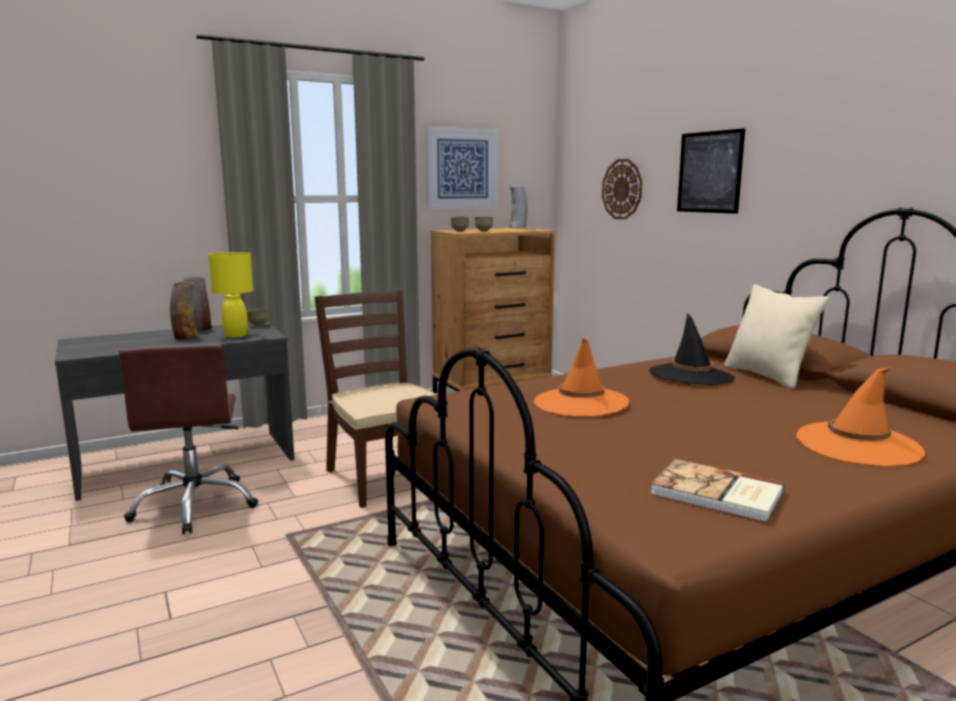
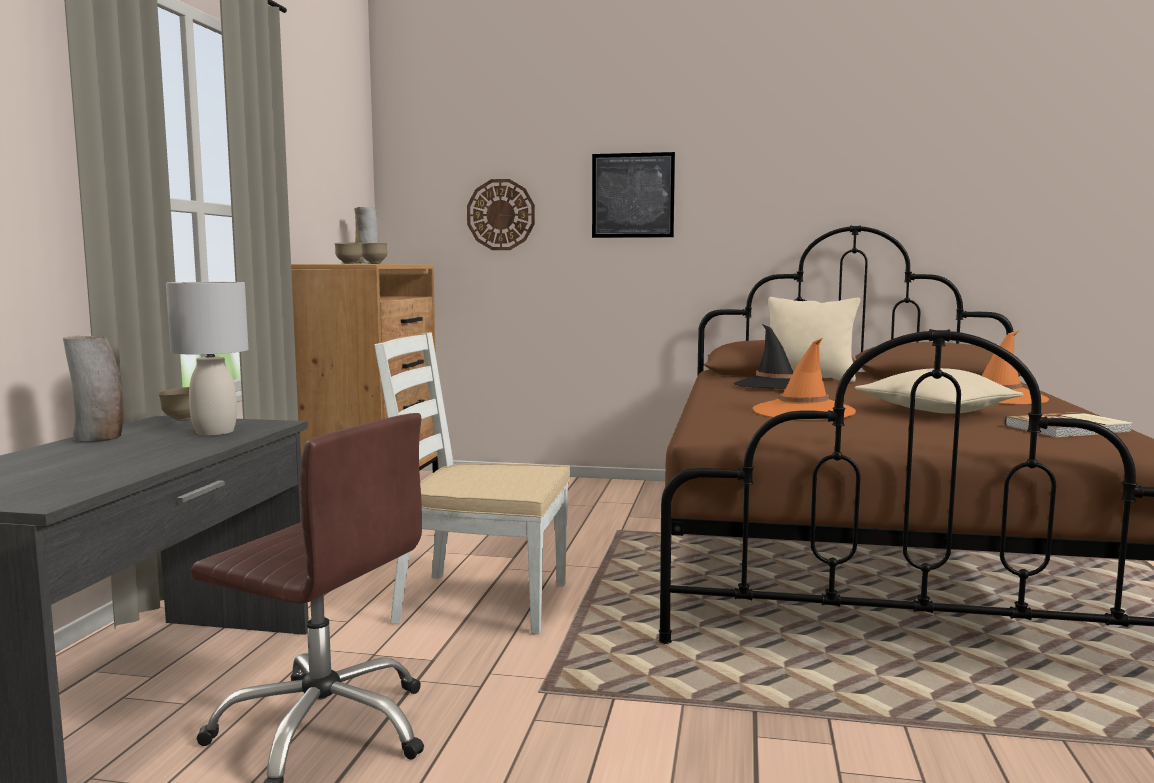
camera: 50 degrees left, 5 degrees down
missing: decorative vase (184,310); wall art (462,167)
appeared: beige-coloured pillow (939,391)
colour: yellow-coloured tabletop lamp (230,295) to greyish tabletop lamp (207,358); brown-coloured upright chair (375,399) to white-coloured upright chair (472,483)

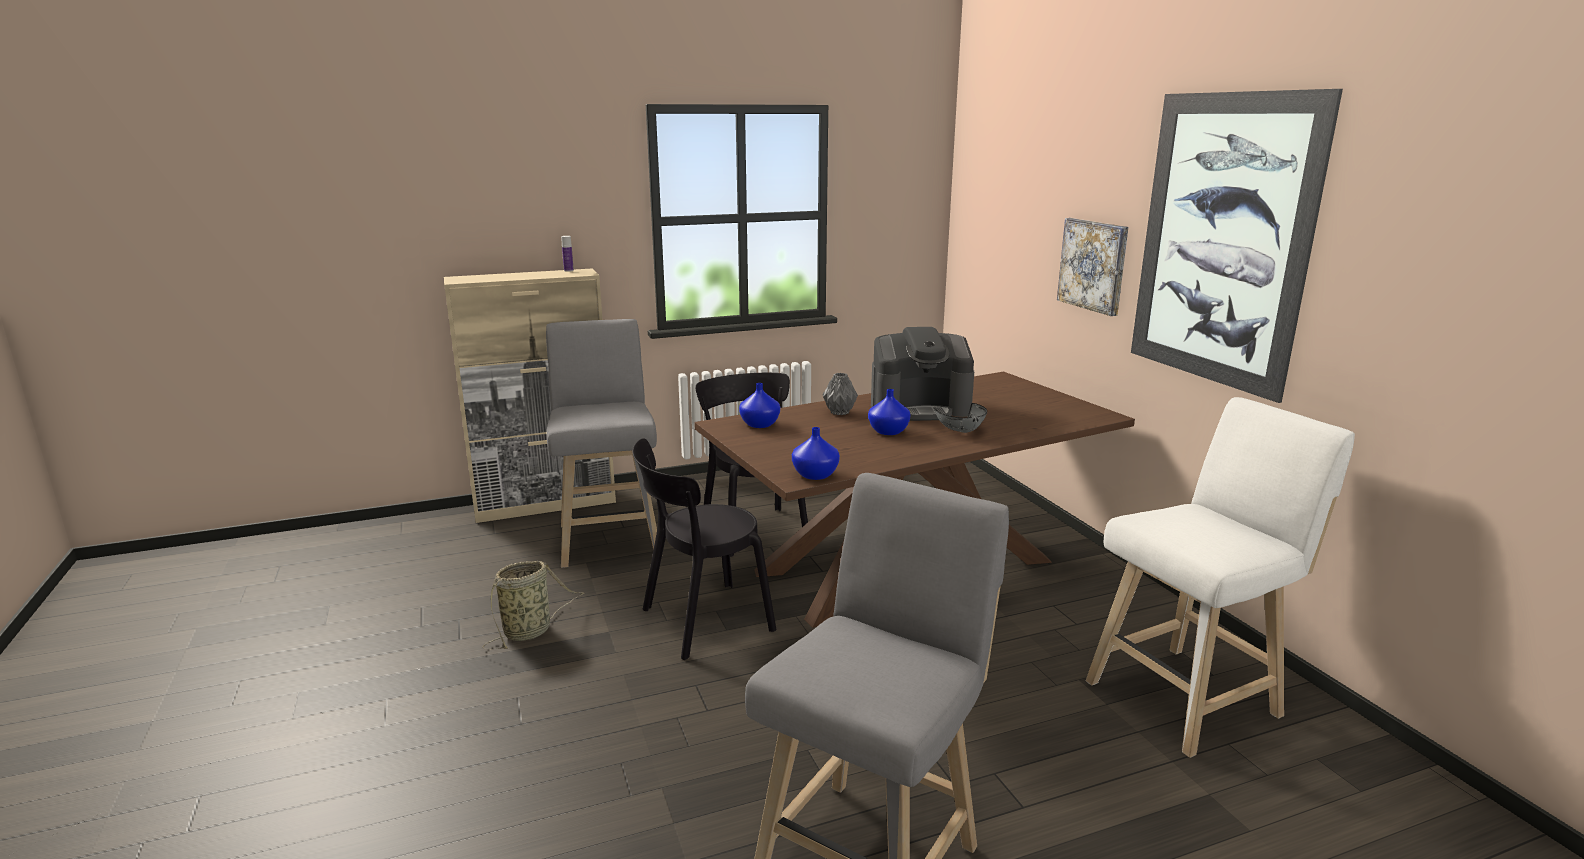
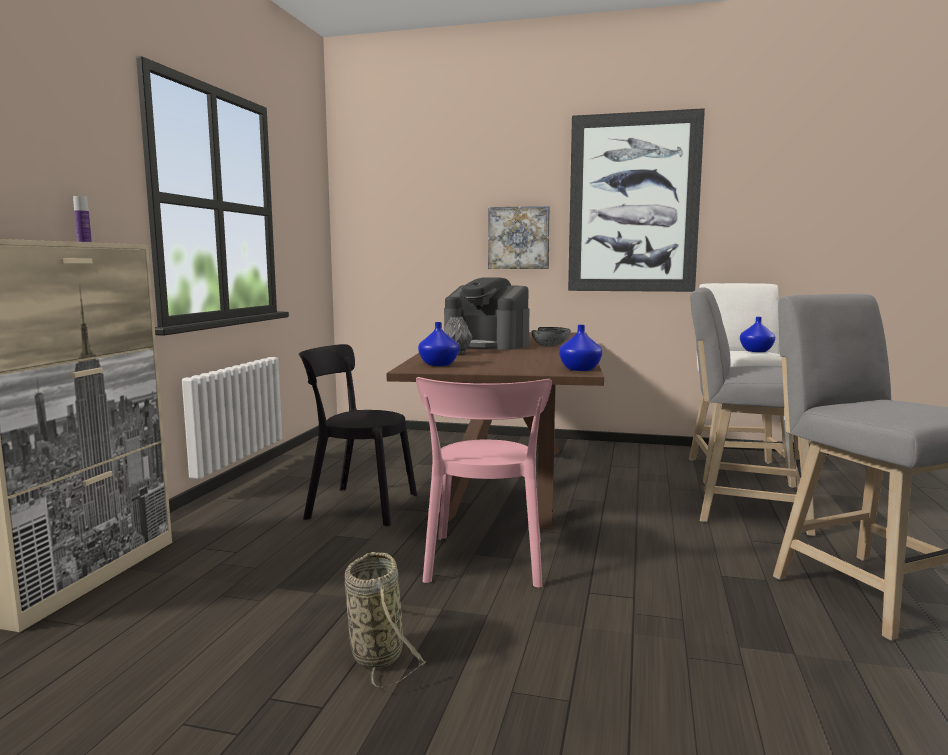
camera: 55 degrees left, 10 degrees down
relocated: greyish sitting stool (601,443) to (753,411); blue-coloured decorative vase (889,412) to (757,334)
colour: black upright chair (704,549) to pink-coloured upright chair (484,482)
spun: coffee maker (922,374) = (486,313) 90 degrees clockwise

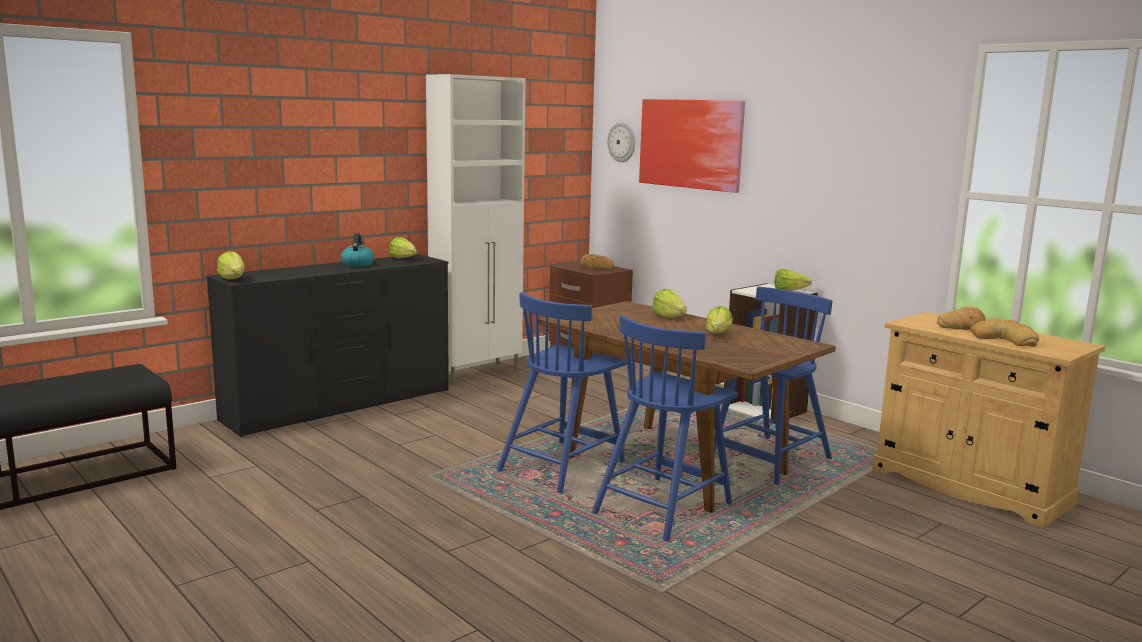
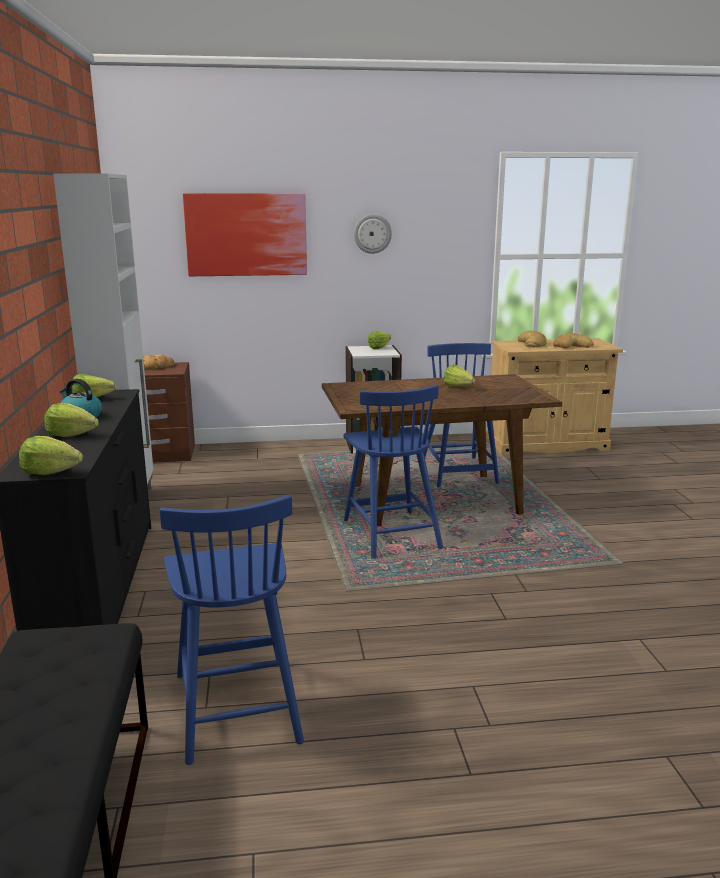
camera: 55 degrees left, 5 degrees up
relocated: blue-coloured upright chair (665,428) to (232,630); wall clock (621,142) to (373,234); lettuce (669,303) to (71,420)

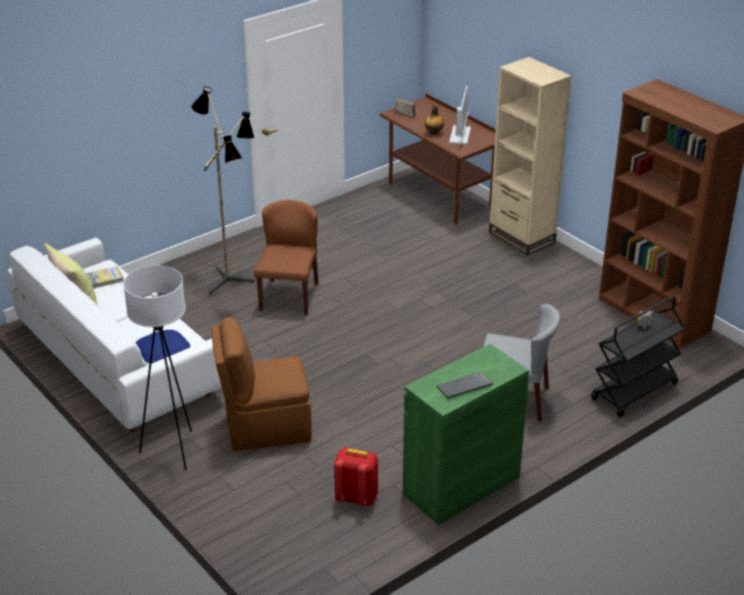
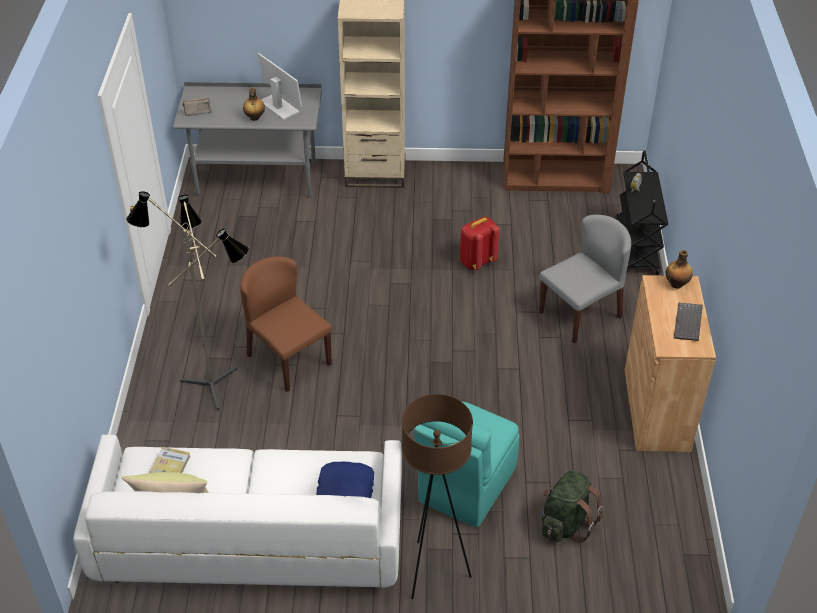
camera: 50 degrees left, 10 degrees up
appeared: green-coloured knapsack (572,506); drink bottle (679,269)
relocated: red knapsack (356,477) to (480,243)
colour: white-coloured standard lamp (157,368) to brown-coloured standard lamp (437,496); brown-coloured upright chair (261,384) to turquoise-coloured upright chair (467,465); brown-coloured desk unit (438,159) to greyish desk unit (247,140); green-coloured cabinet (466,434) to brown-coloured cabinet (670,363)

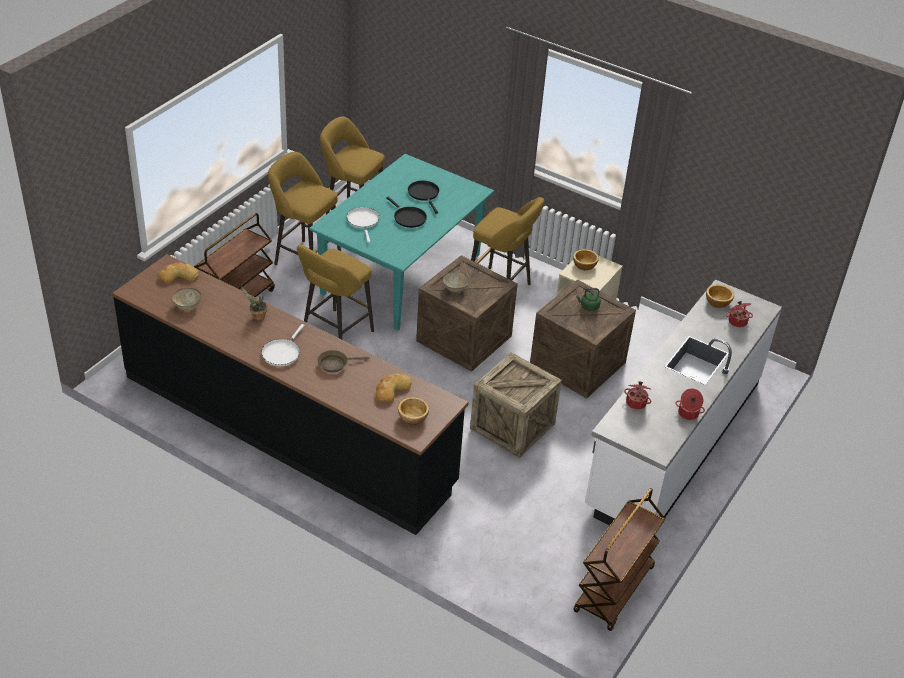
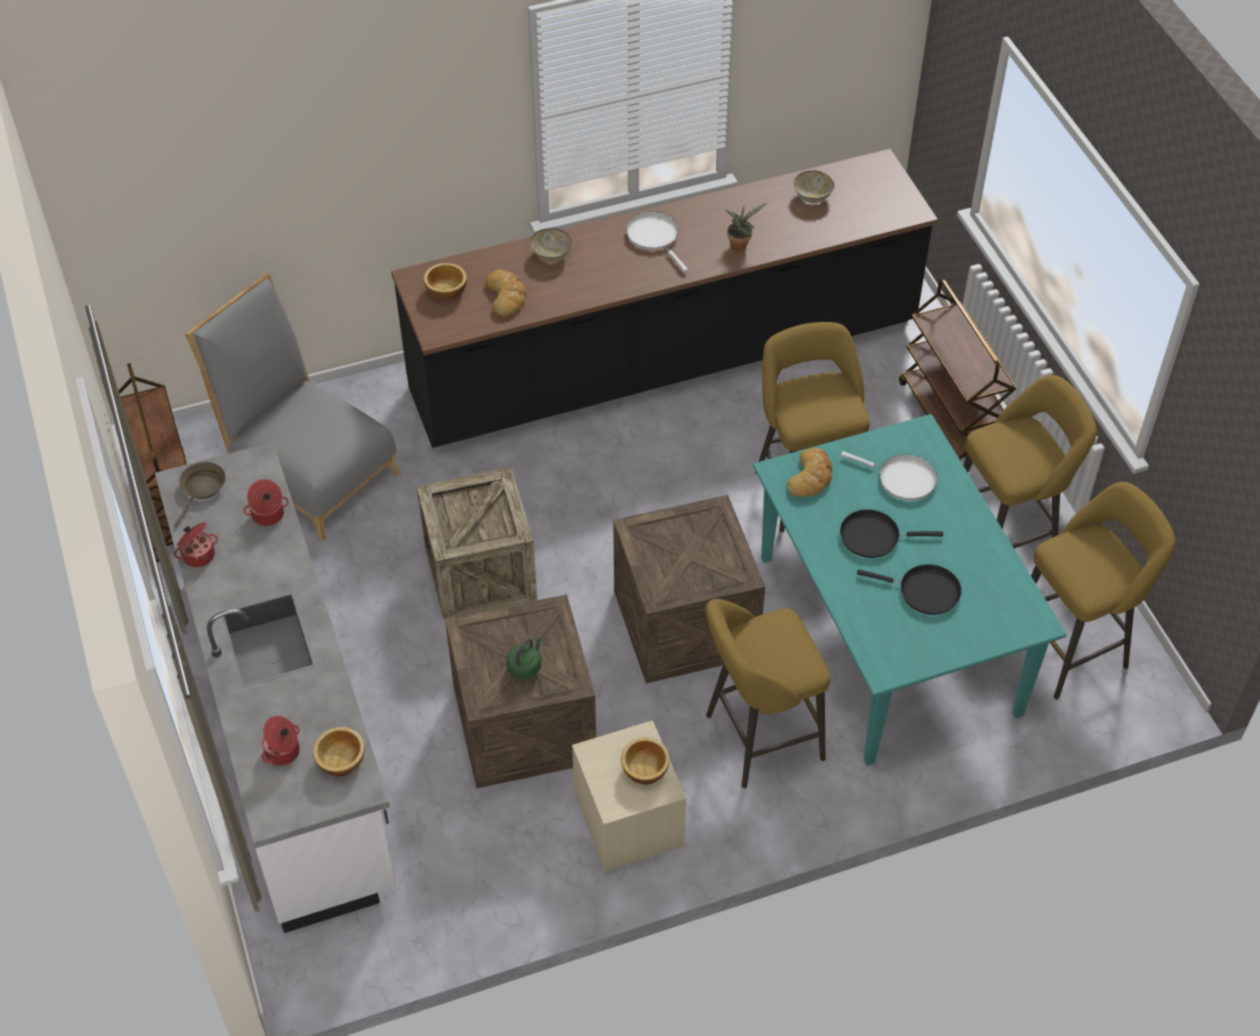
camera: 130 degrees right, 10 degrees up
appeared: greyish upright chair (293,406)
relocated: bakery bread (178,273) to (809,472); brown-coloured pan (343,361) to (200,495); serving bowl (456,282) to (551,245)

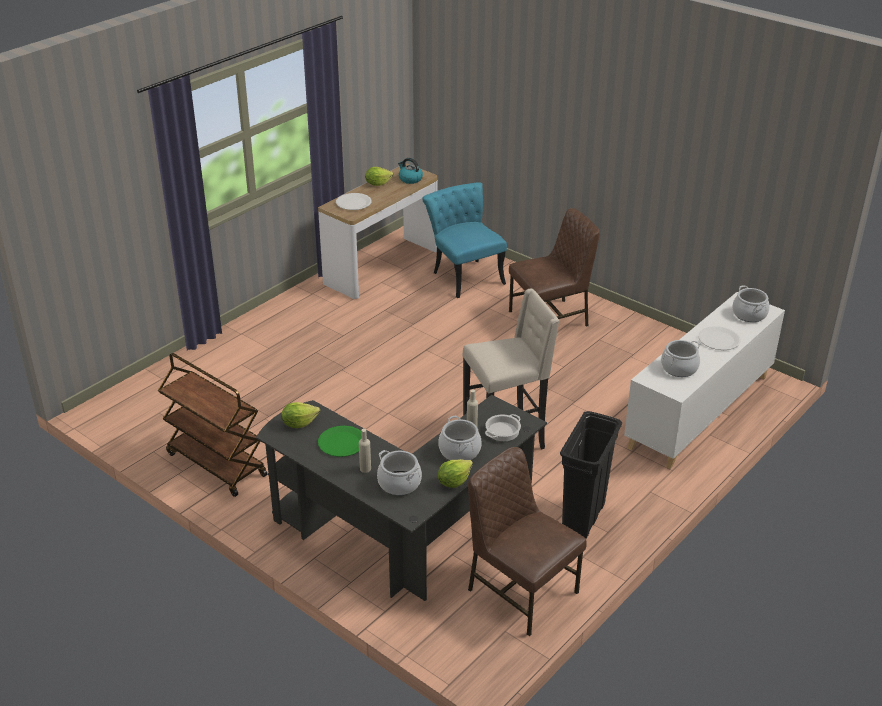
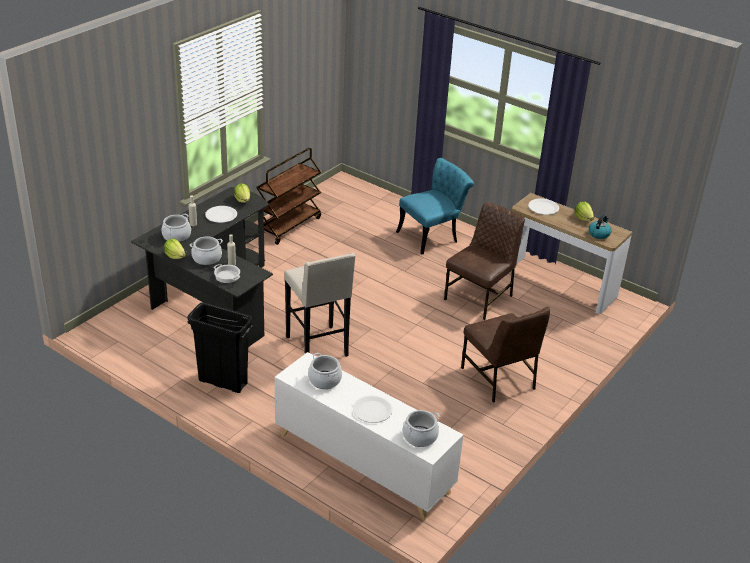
camera: 85 degrees right, 0 degrees up
relocated: turquoise-coloured upright chair (464,240) to (435,206); brown-coloured upright chair (527,541) to (484,261)
colour: green-coloured dinner plate (340,441) to white-coloured dinner plate (221,214)

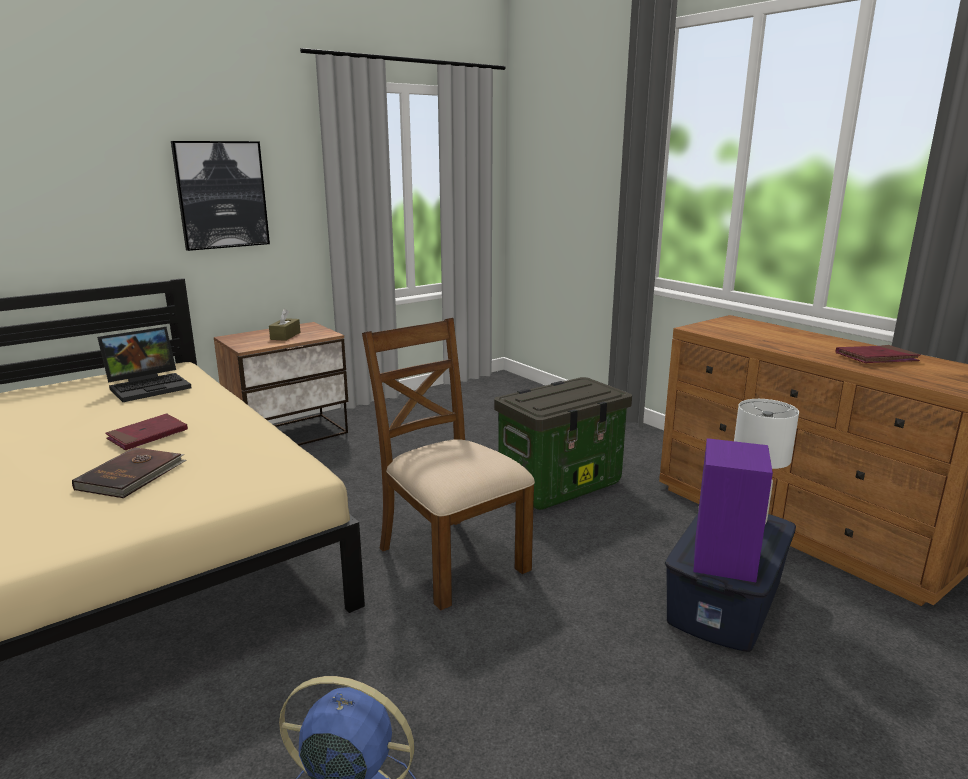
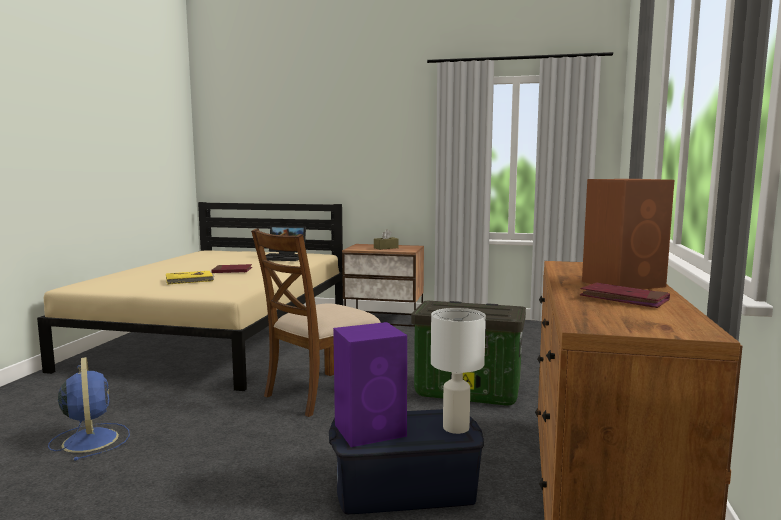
camera: 50 degrees right, 10 degrees down
missing: wall art (220,196)
appeared: brown-coloured speaker (628,234)
colour: brown-coloured volume (129,472) to yellow-coloured volume (190,278)
spun: brown-coloured upright chair (448,464) = (316,322) 150 degrees counterclockwise

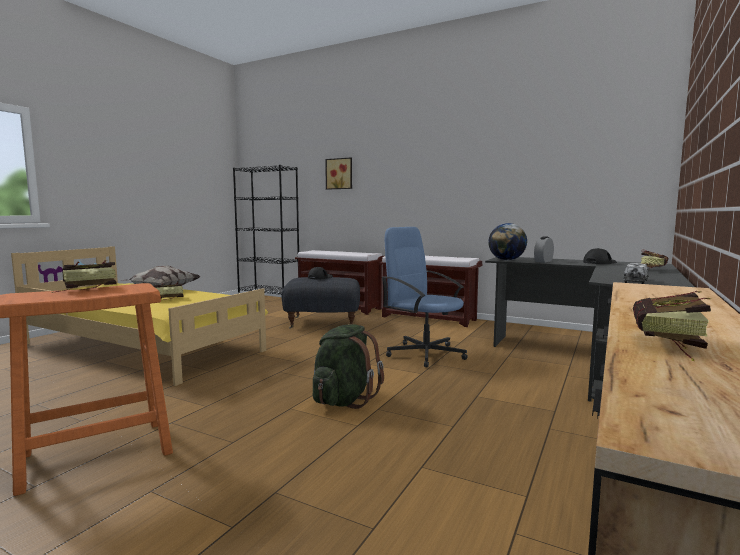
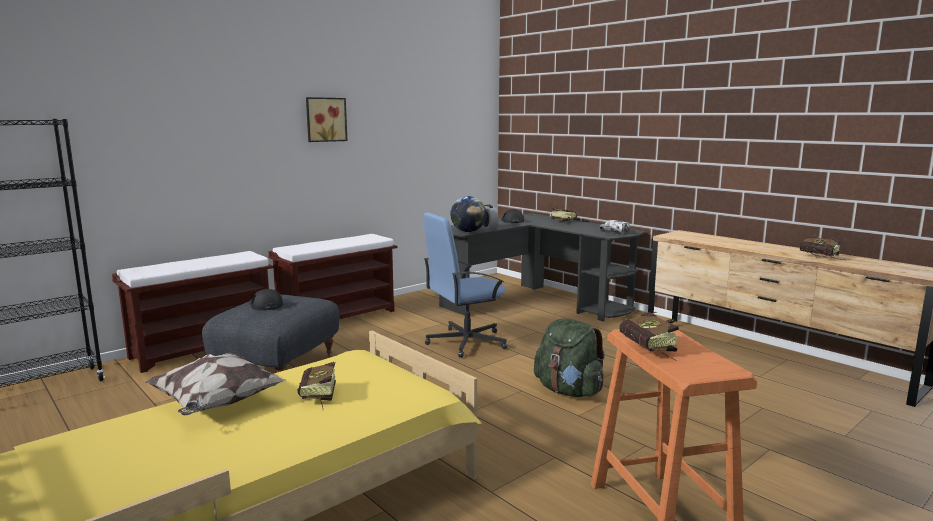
camera: 70 degrees left, 5 degrees up
relocated: wall art (338,173) to (326,119)

